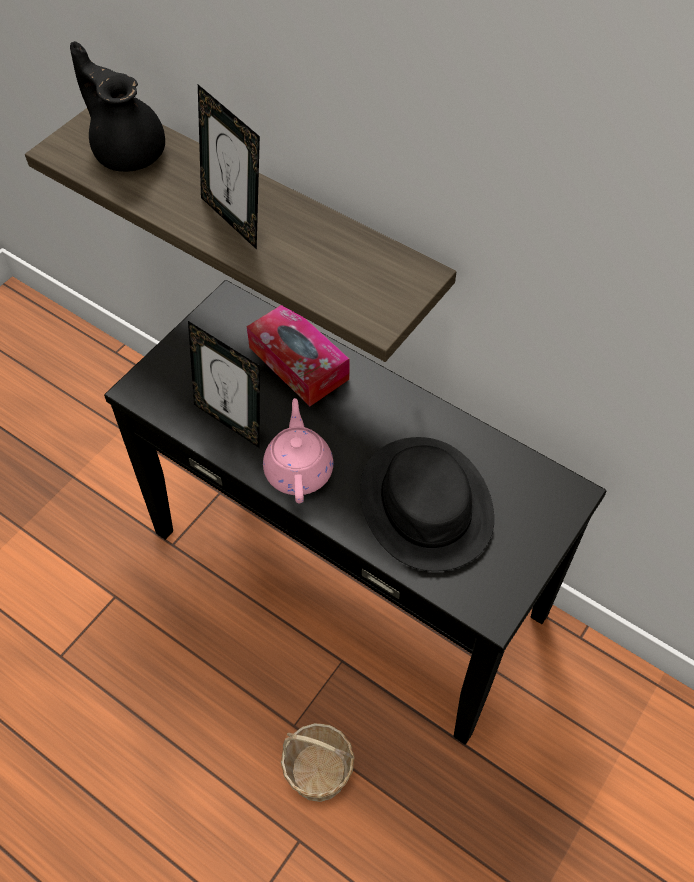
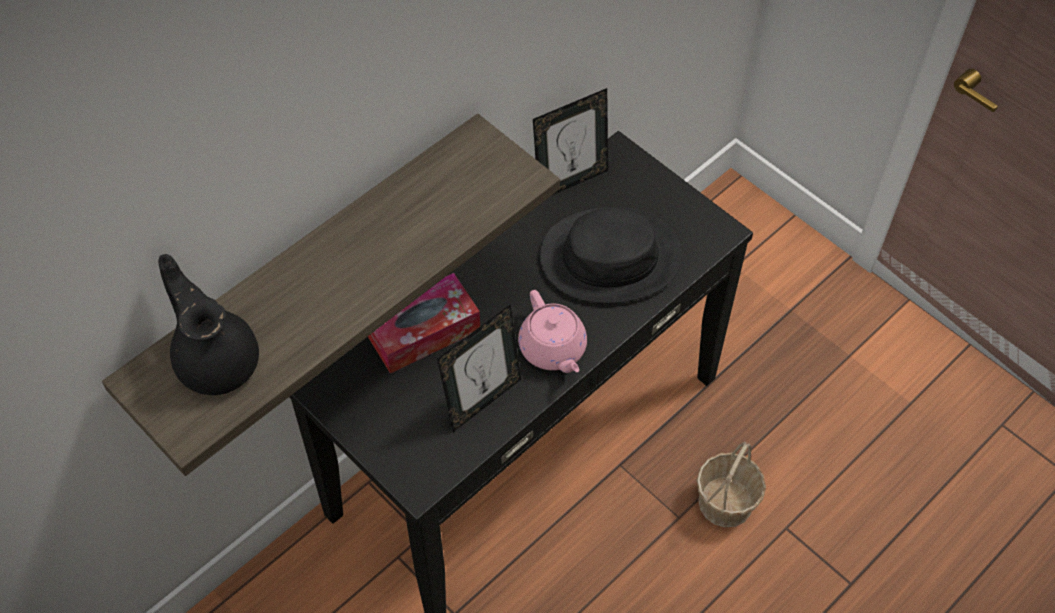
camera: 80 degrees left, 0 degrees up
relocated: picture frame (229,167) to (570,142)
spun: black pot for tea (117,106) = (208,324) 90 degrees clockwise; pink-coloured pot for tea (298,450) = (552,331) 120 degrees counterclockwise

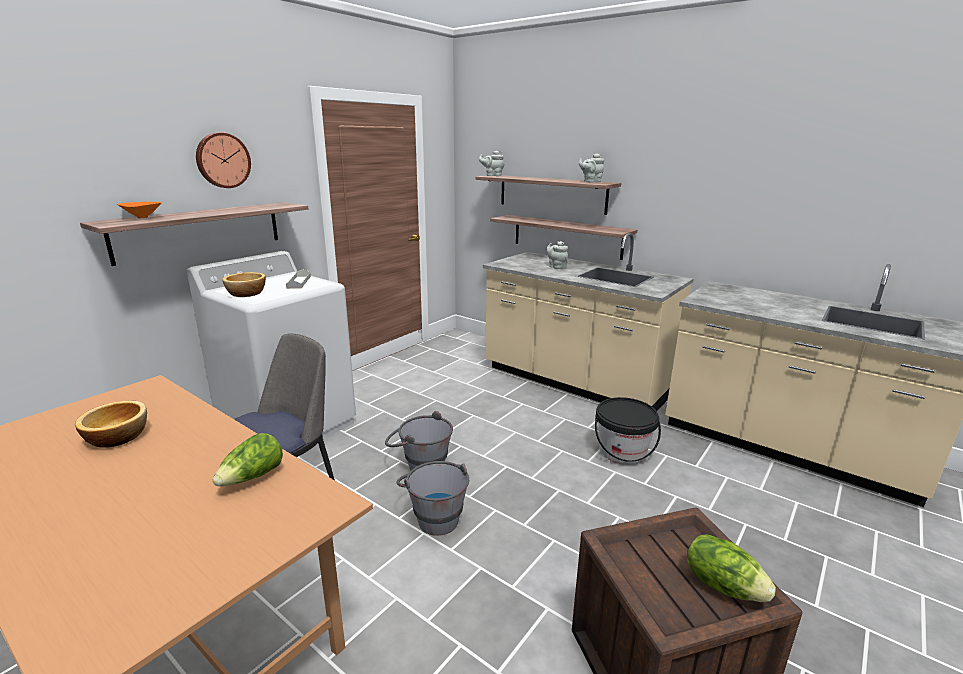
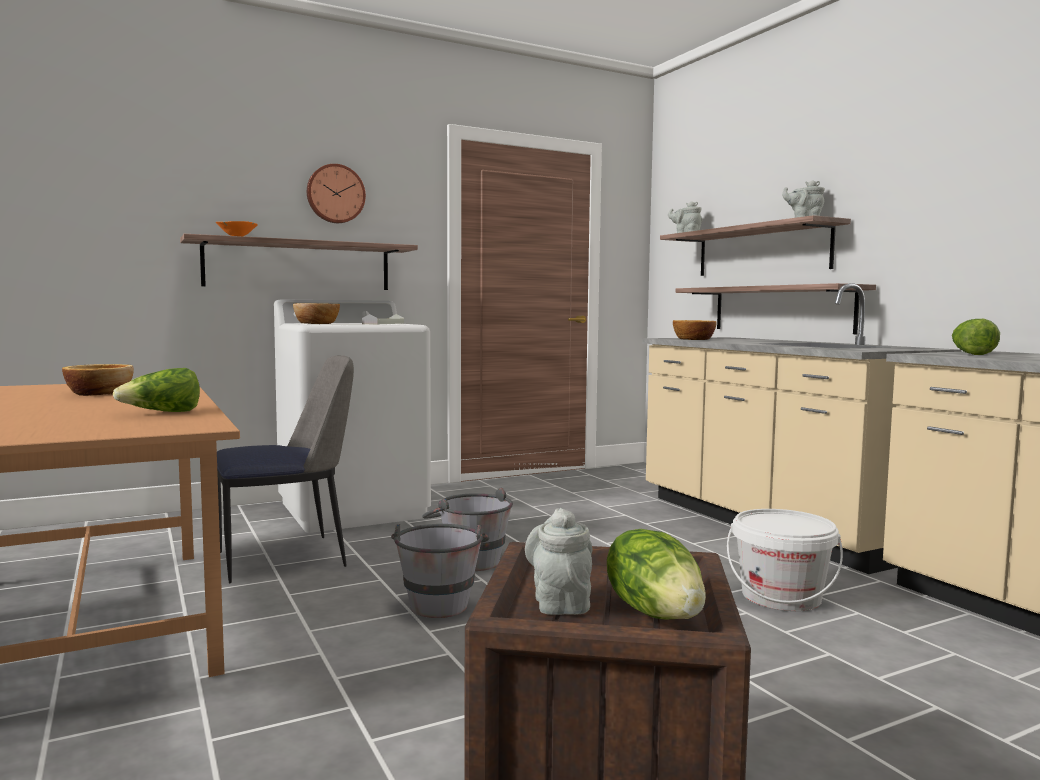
camera: 25 degrees right, 15 degrees down
appeared: serving bowl (695,330); lettuce (976,337)
relocated: greyish pot for tea (557,255) to (559,561)
colour: black pail (628,431) to white-coloured pail (785,560)

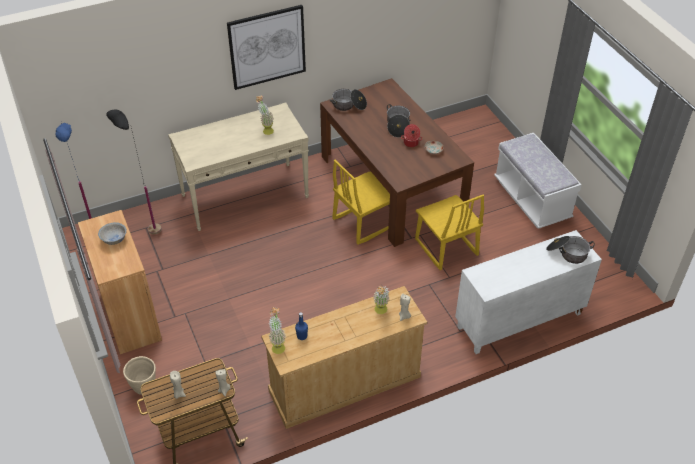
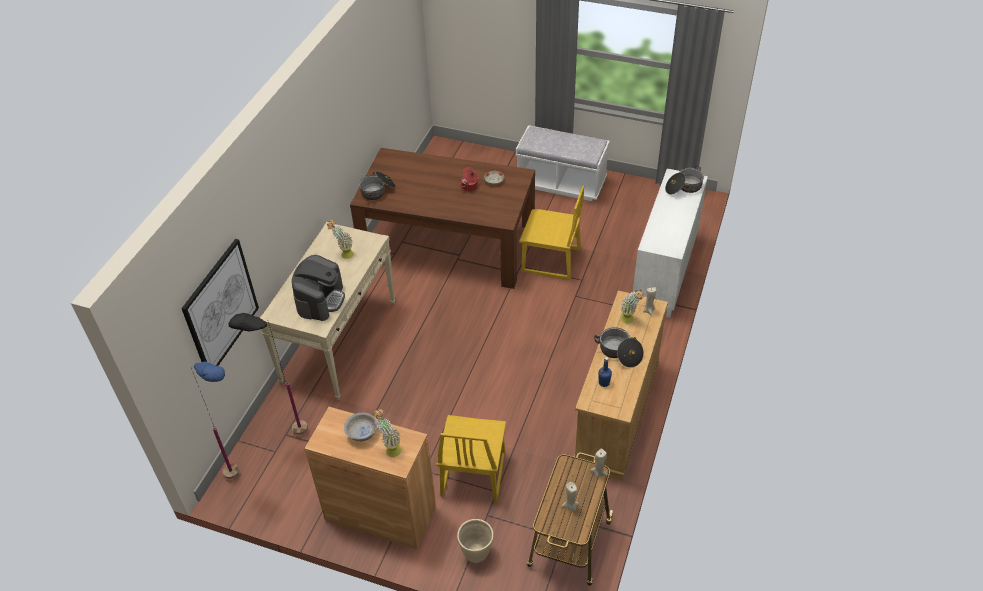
camera: 45 degrees left, 0 degrees up
appeared: coffee maker (318,288)
relocated: wall art (266,47) to (220,302); houseplant (277,330) to (387,433); yellow-coloured upright chair (361,202) to (471,459); cooking pot (399,120) to (619,347)

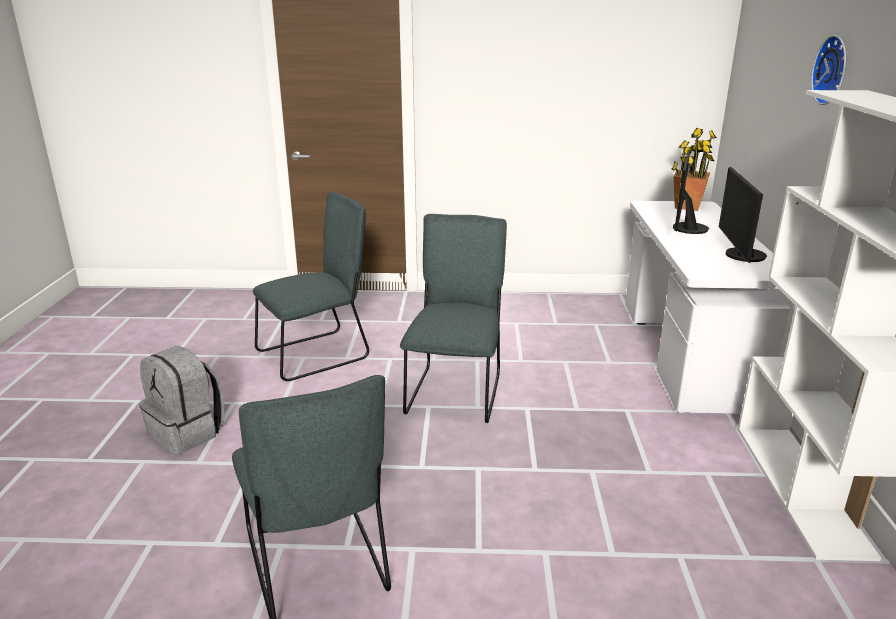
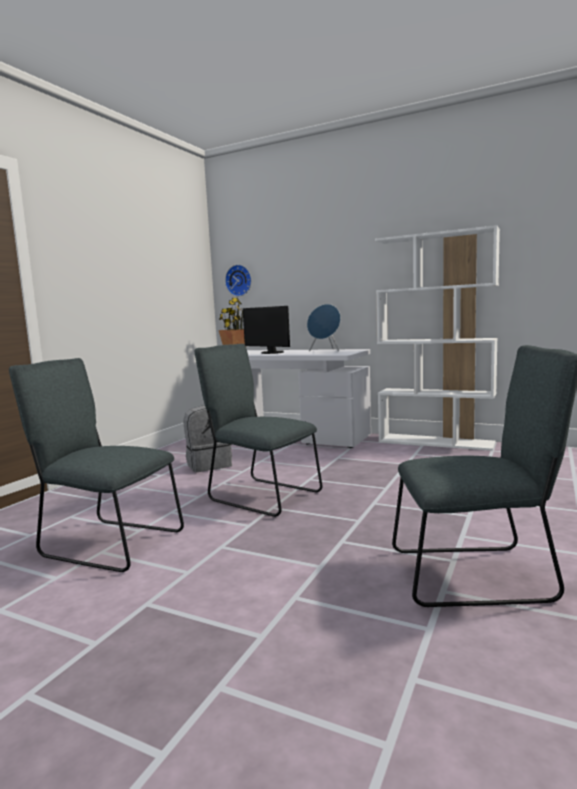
camera: 65 degrees left, 15 degrees down
relocated: greyish knapsack (181,400) to (208,439); wall clock (828,70) to (238,280)
exchanged: monitor (743,215) to blue-coloured speaker (324,327)
spun: greyish upright chair (311,286) = (96,465) 60 degrees counterclockwise

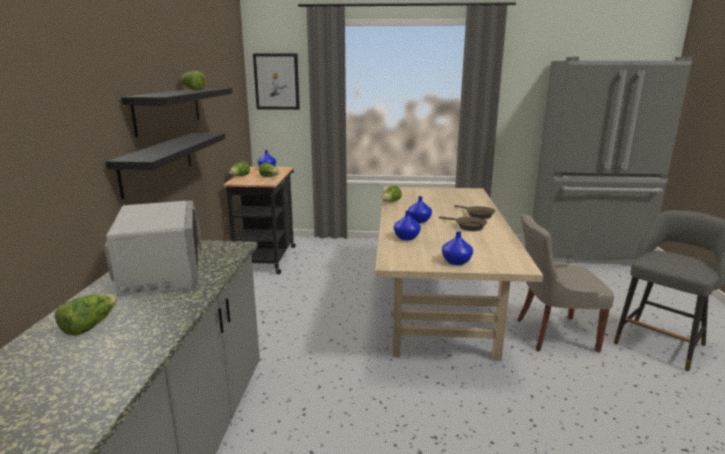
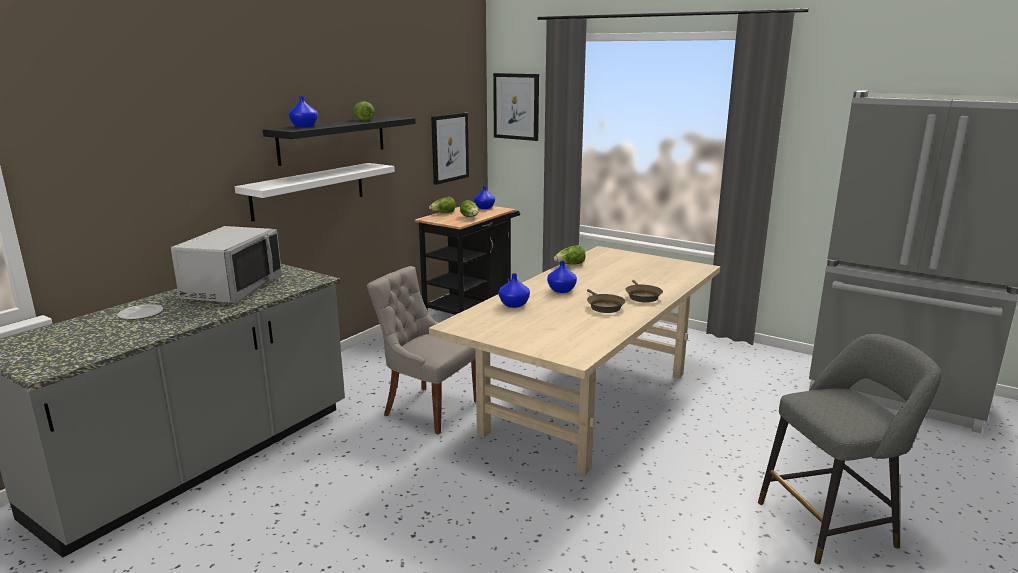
camera: 30 degrees right, 0 degrees up
appeared: wall art (450,149)
relocated: blue-coloured decorative vase (457,248) to (303,111); greyish upright chair (565,283) to (421,350)
exchanged: lettuce (86,315) to dinner plate (140,312)
colour: black wall shelf (165,166) to white-coloured wall shelf (315,192)

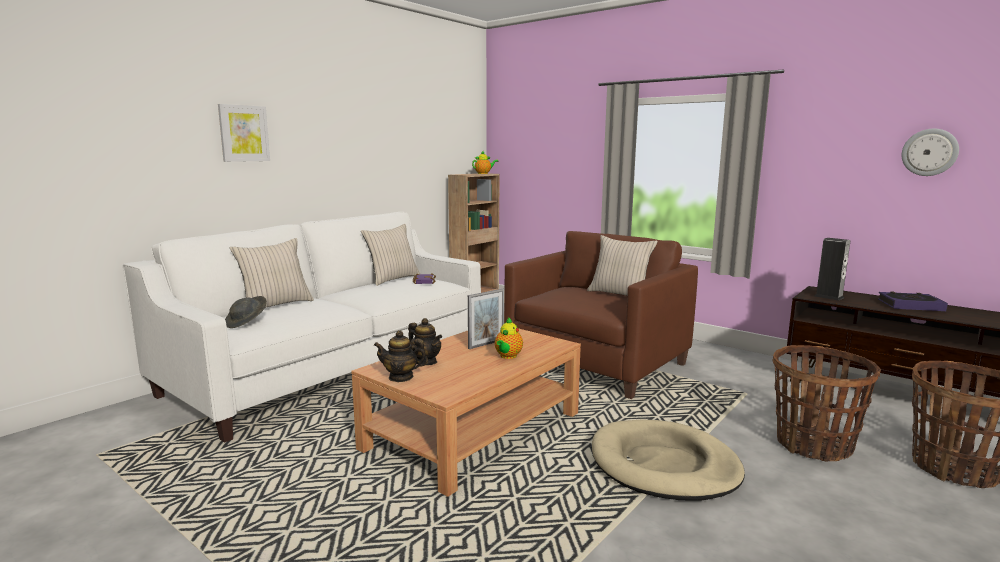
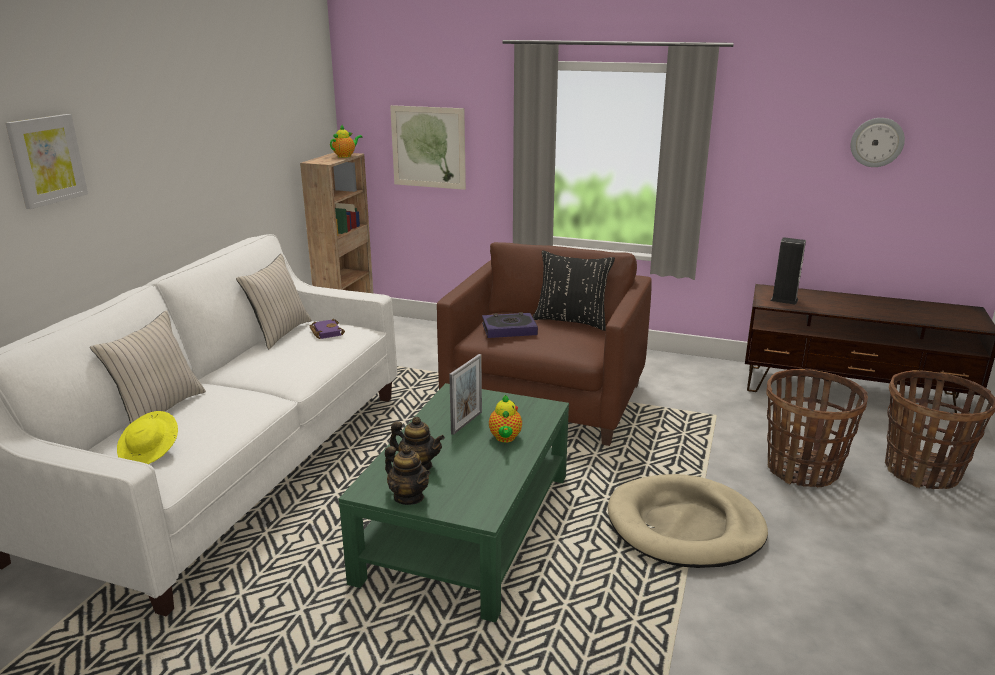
camera: 20 degrees left, 10 degrees up
appeared: wall art (428,147)
relocated: volume (913,301) to (510,325)
colour: greyish hat (246,312) to yellow-coloured hat (147,437); brown-coloured lounge table (466,412) to green-coloured lounge table (454,503); beige-coloured pillow (622,265) to black pillow (574,290)
spun: pot for tea (401,356) = (407,475) 120 degrees counterclockwise

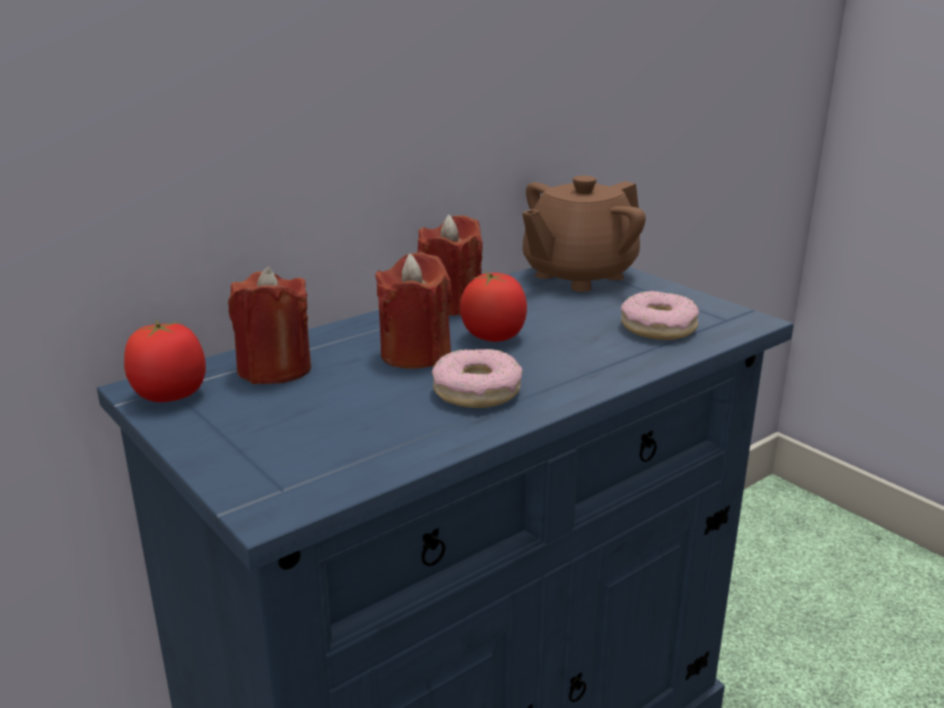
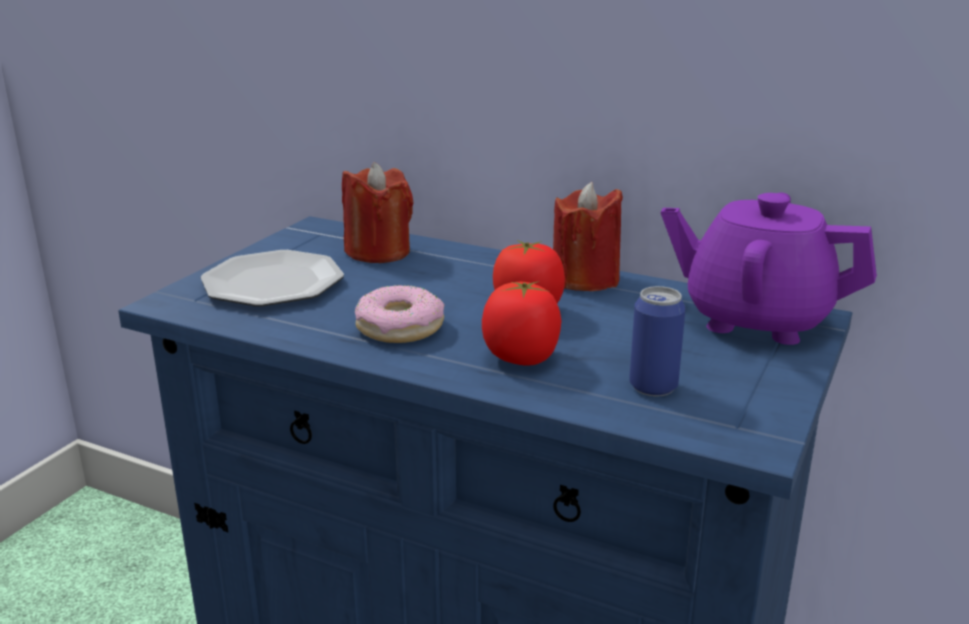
camera: 65 degrees right, 0 degrees up
missing: red wax light (413,310)
appeared: dinner plate (272,278)
relocated: whole tomato (165,361) to (521,323)
exchanged: doughnut (660,315) to metal can (657,341)
colour: brown-coloured pot for tea (584,233) to purple-coloured pot for tea (769,269)

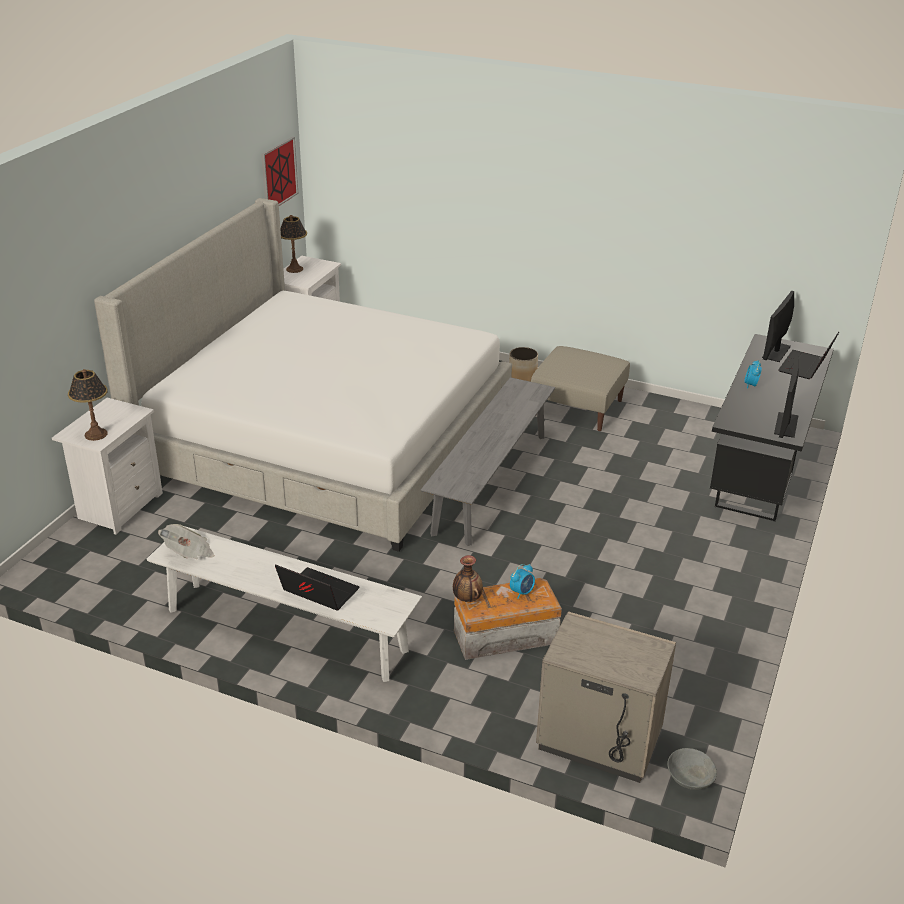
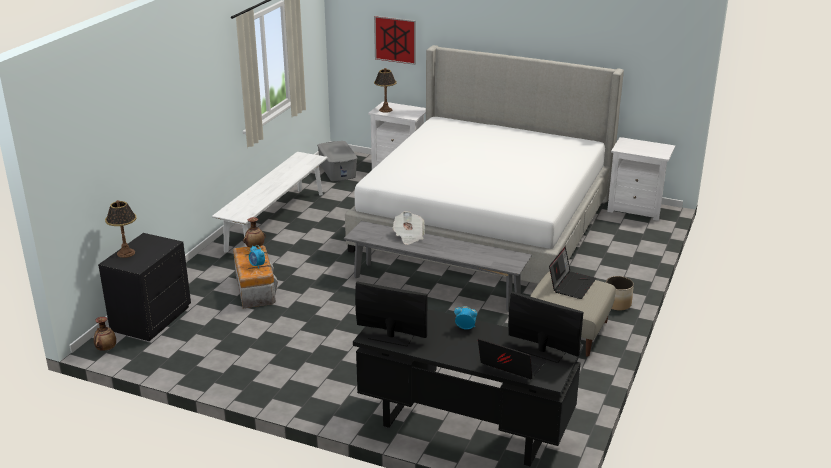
camera: 90 degrees right, 5 degrees down
appeared: greyish storage bin (337,161)
relocated: newspaper (186,541) to (408,228); wall art (279,171) to (395,40); notebook computer (317,587) to (572,273); tabletop lamp (293,244) to (120,229)
exchanged: greyish serving bowl (692,769) to decorative vase (105,334)
colour: beige-coloured bedside table (606,697) to black bedside table (144,287)

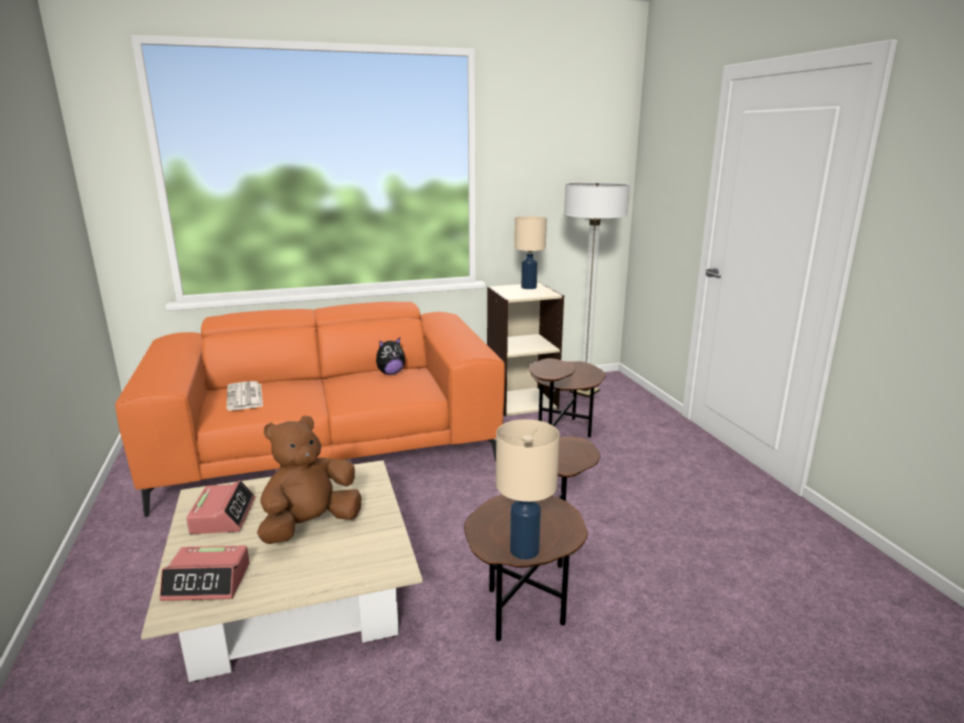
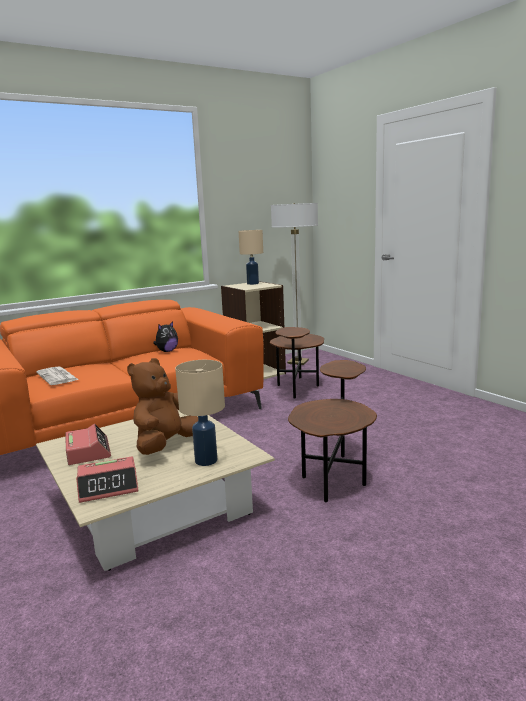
camera: 15 degrees left, 5 degrees down
relocated: beige-coloured tabletop lamp (528,489) to (200,413)

